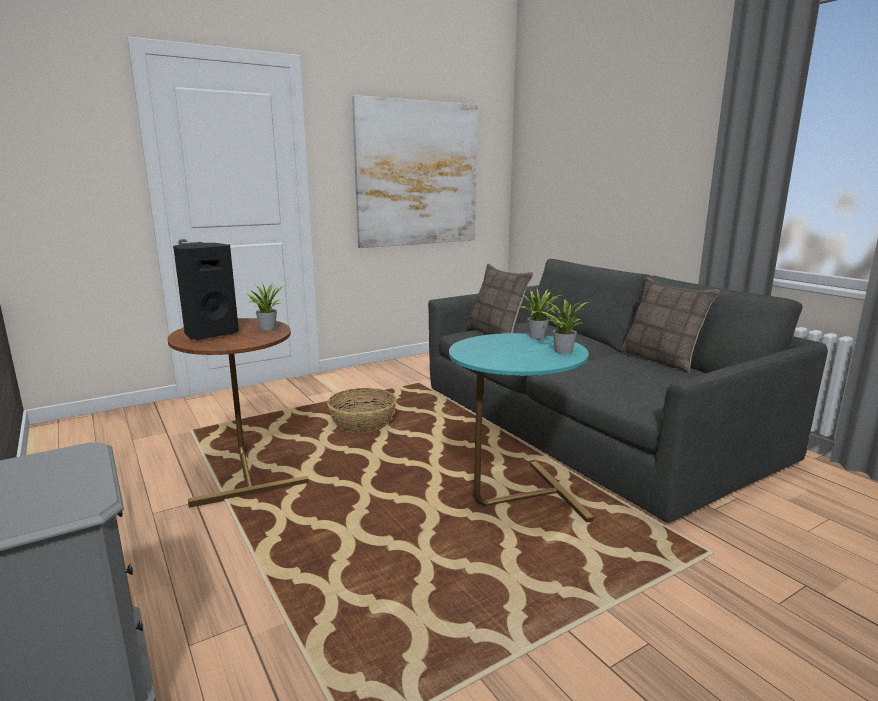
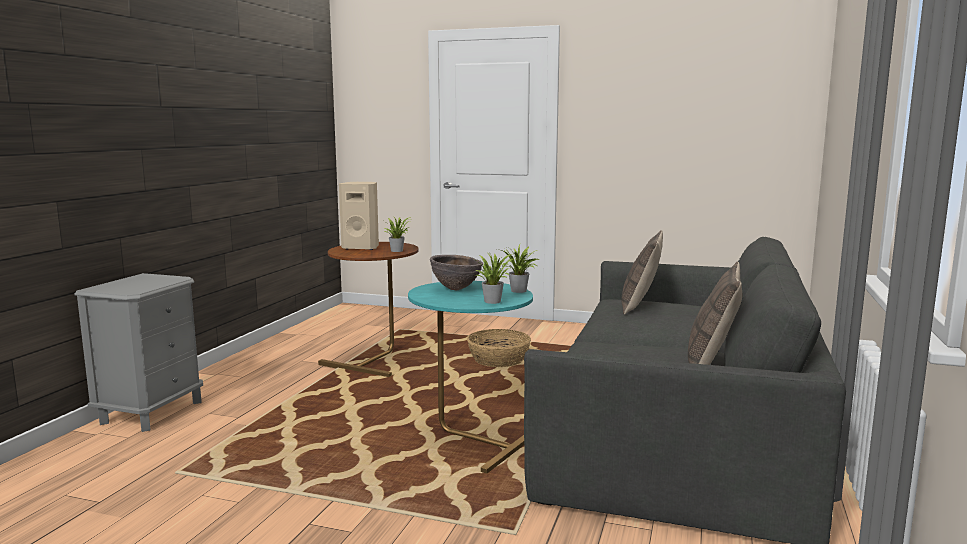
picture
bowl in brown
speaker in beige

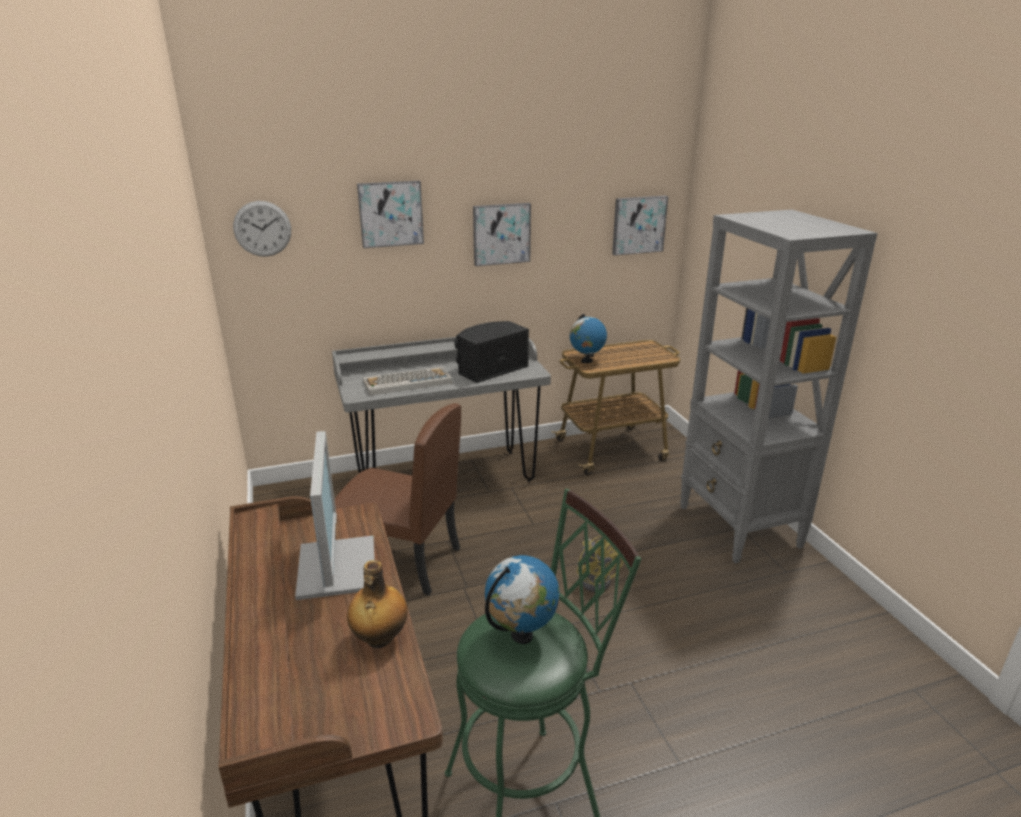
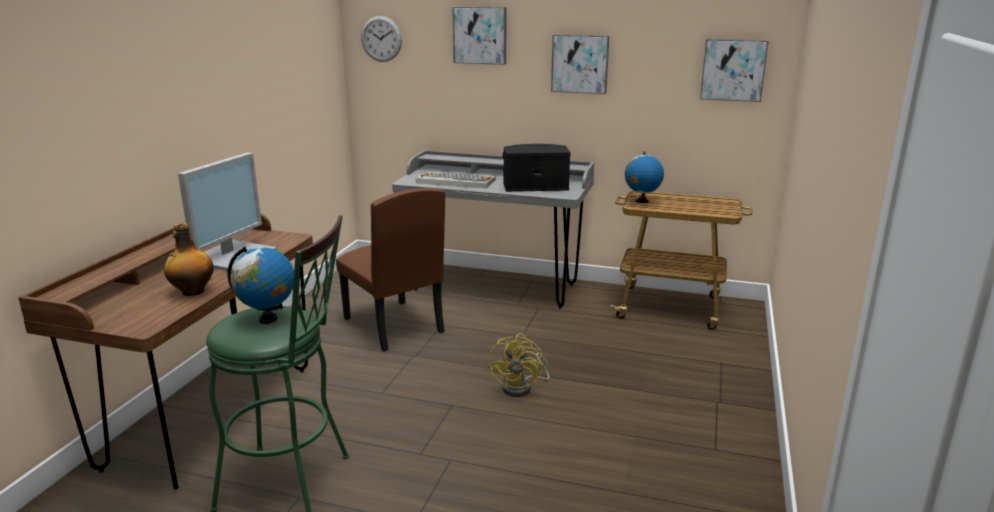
bookcase in grey

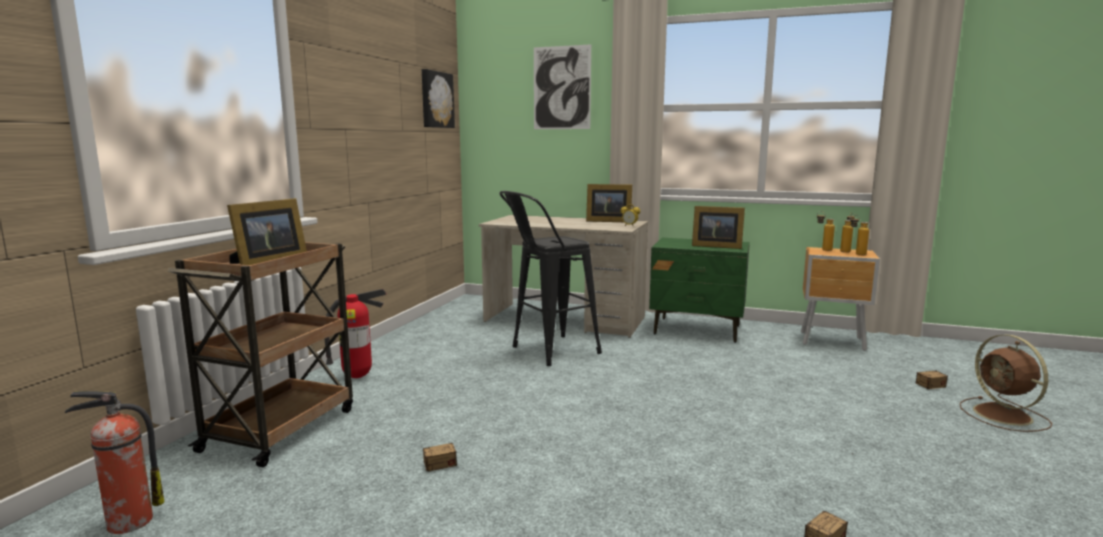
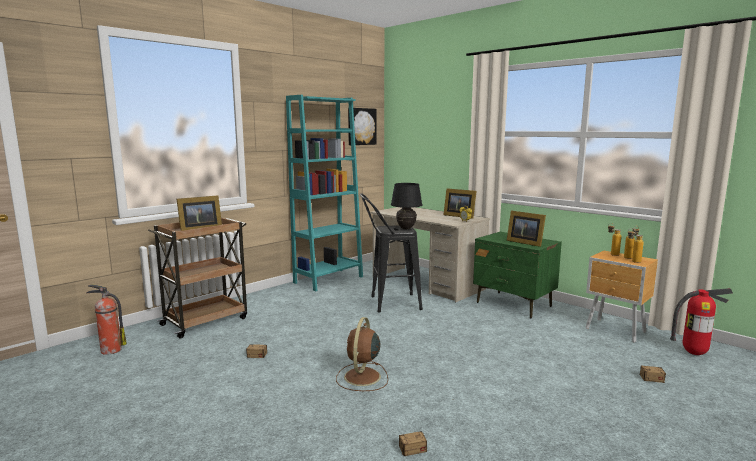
picture (2nd from left in the first image)
bookcase in turquoise
table lamp in black
fire extinguisher (2nd from left)
fan in brown

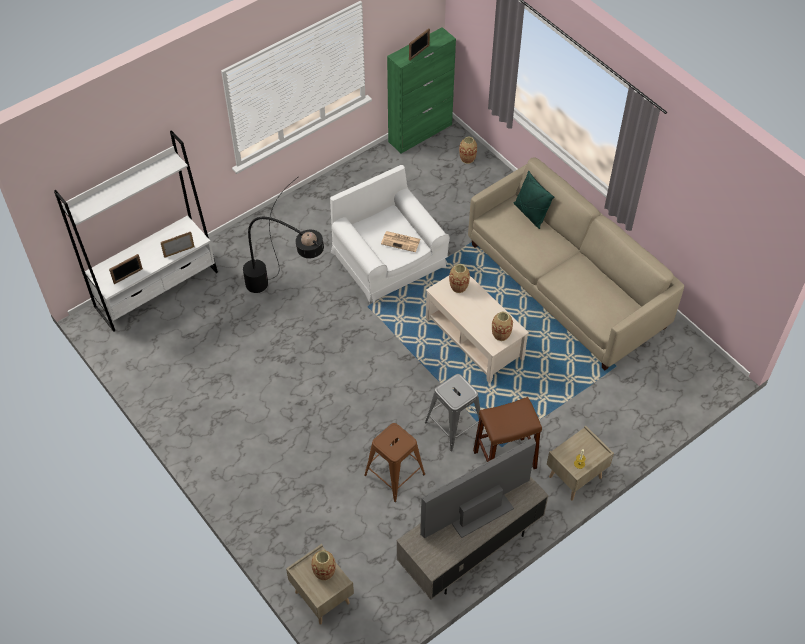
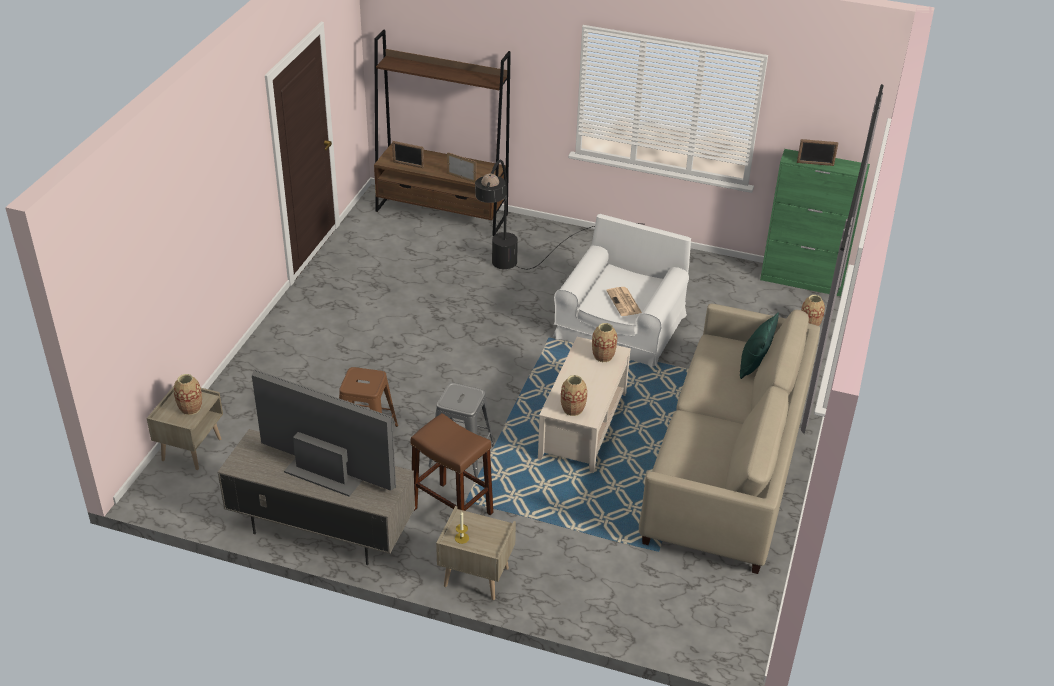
bookcase in brown

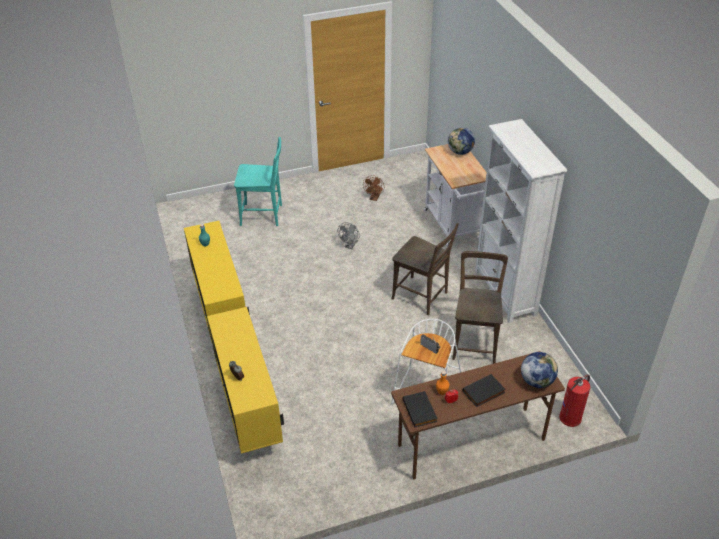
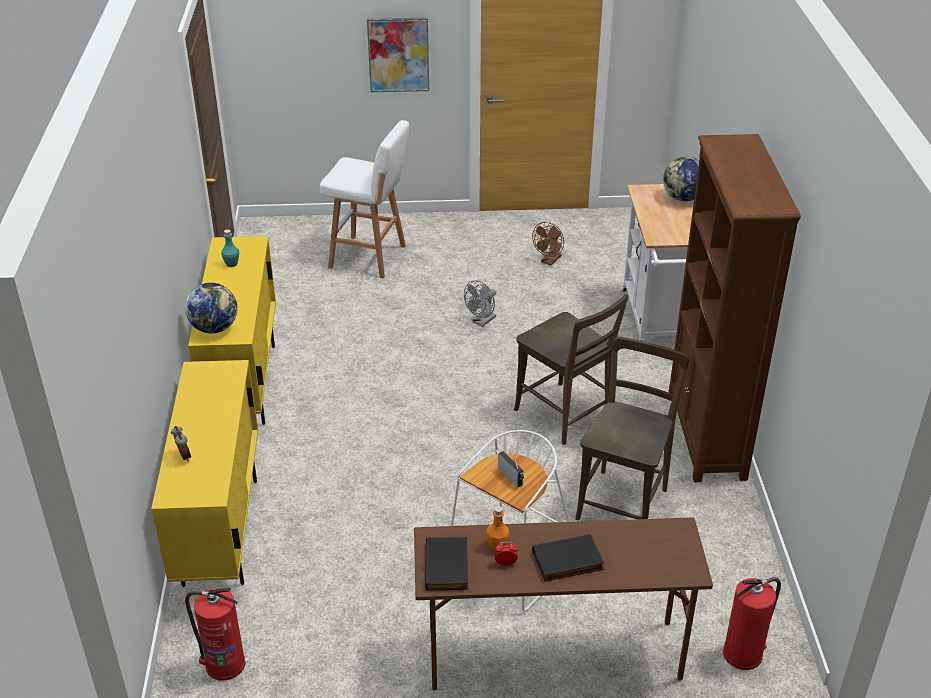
fire extinguisher (1st from left)
picture
globe (1st from left)
stool in white (1st from left)
bookcase in brown

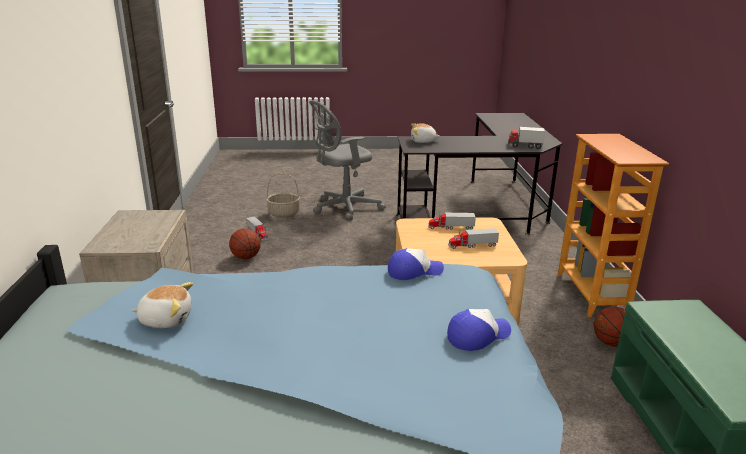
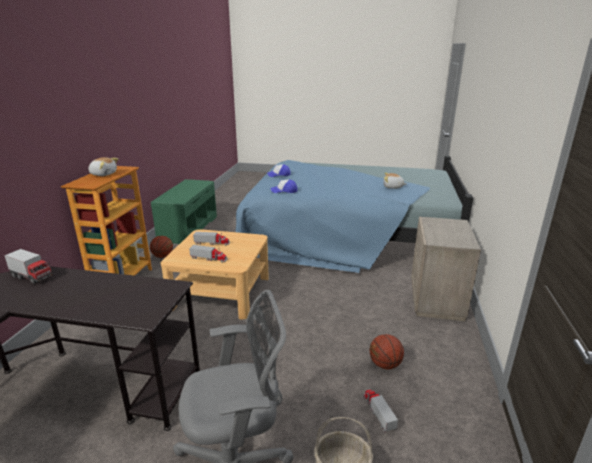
plush toy (1st from left)

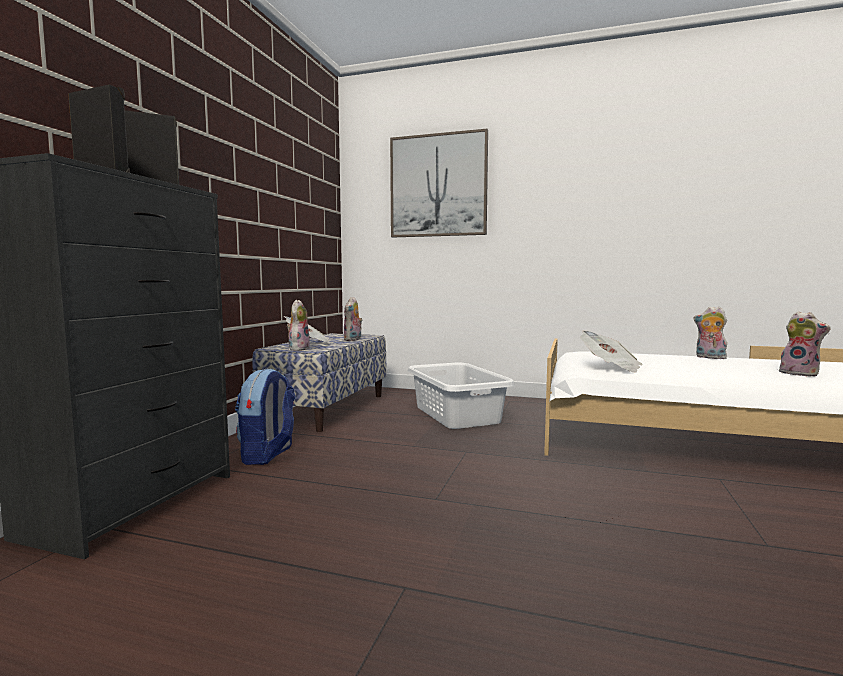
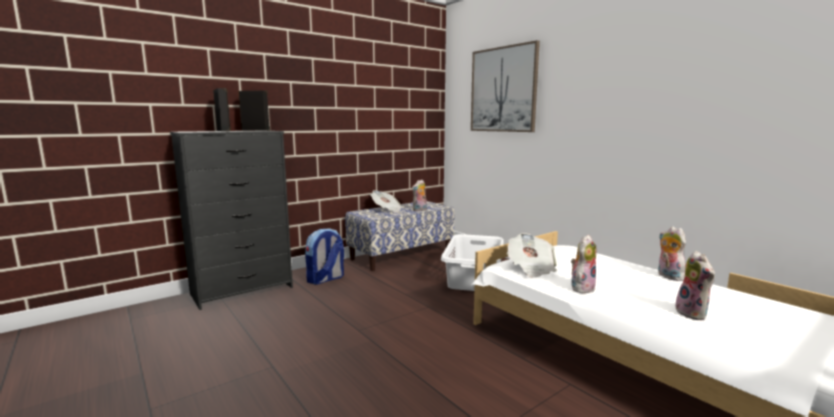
plush toy (2nd from left)

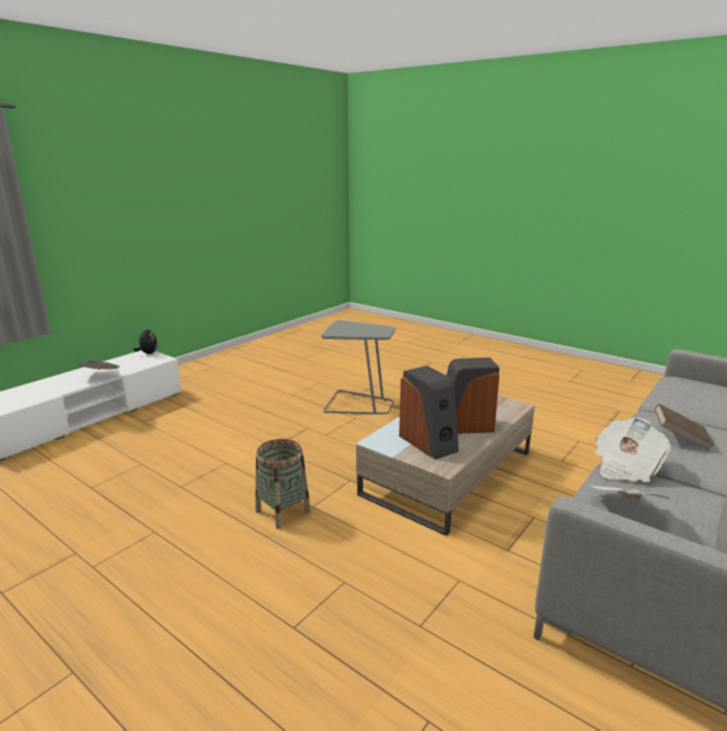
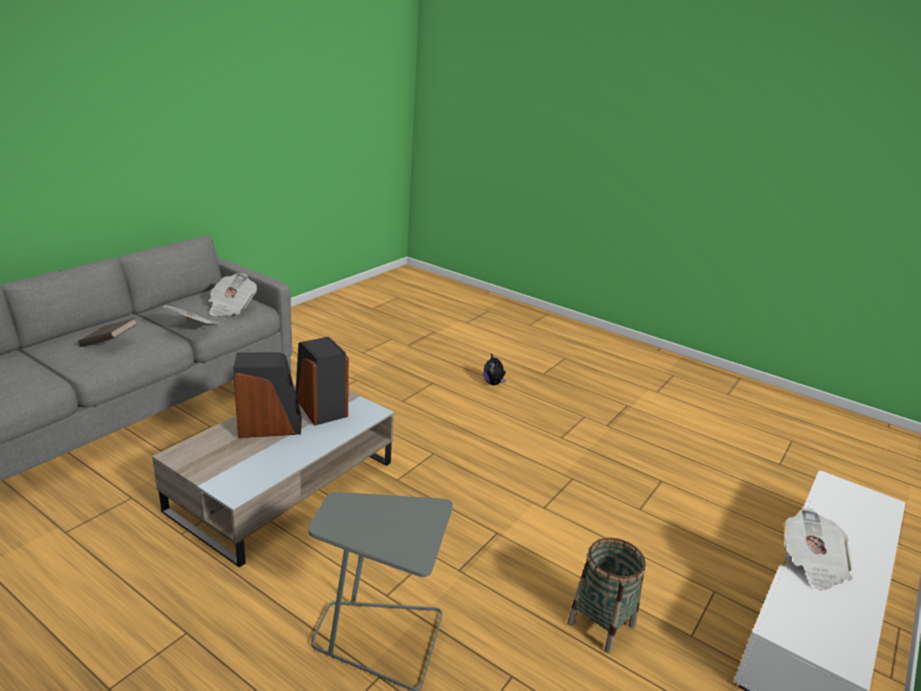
plush toy
basket

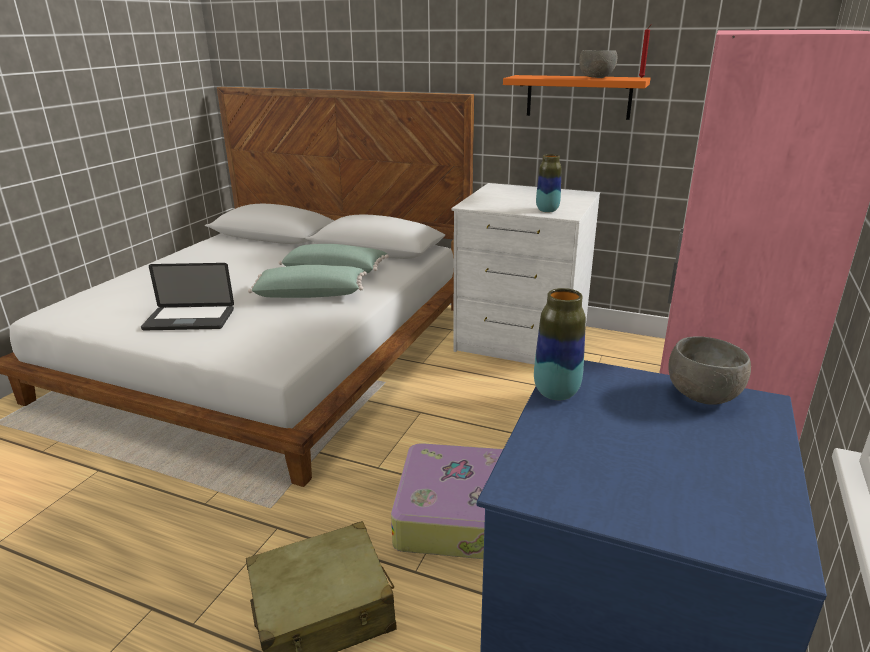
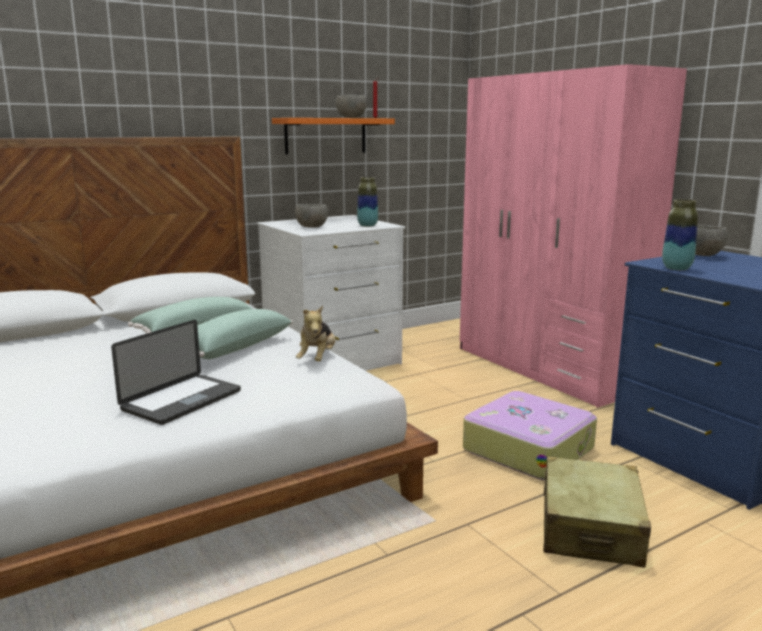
bowl in grey (1st from left)
plush toy

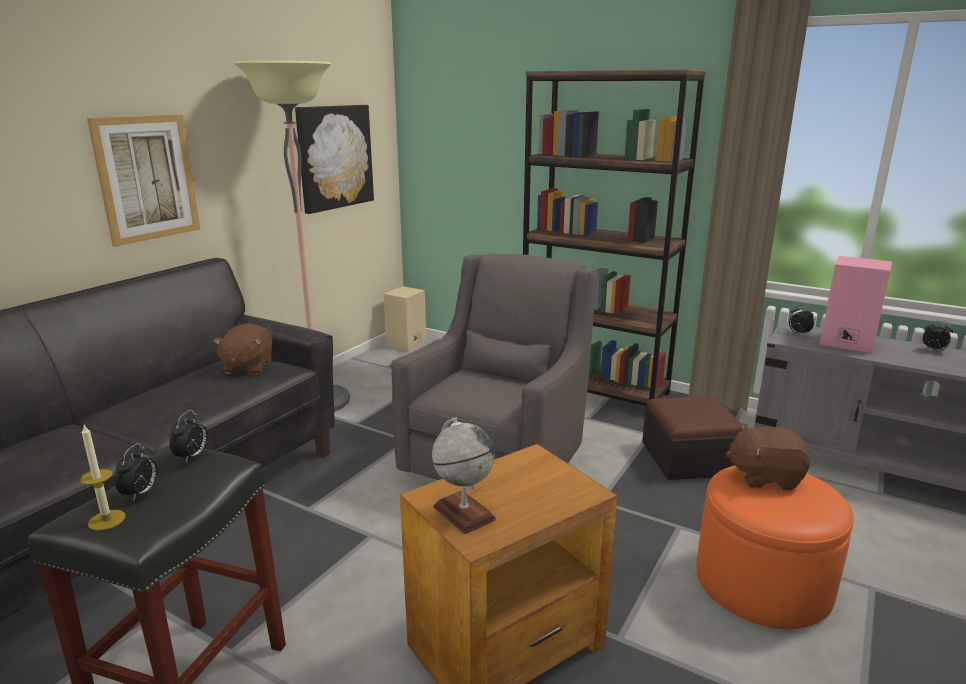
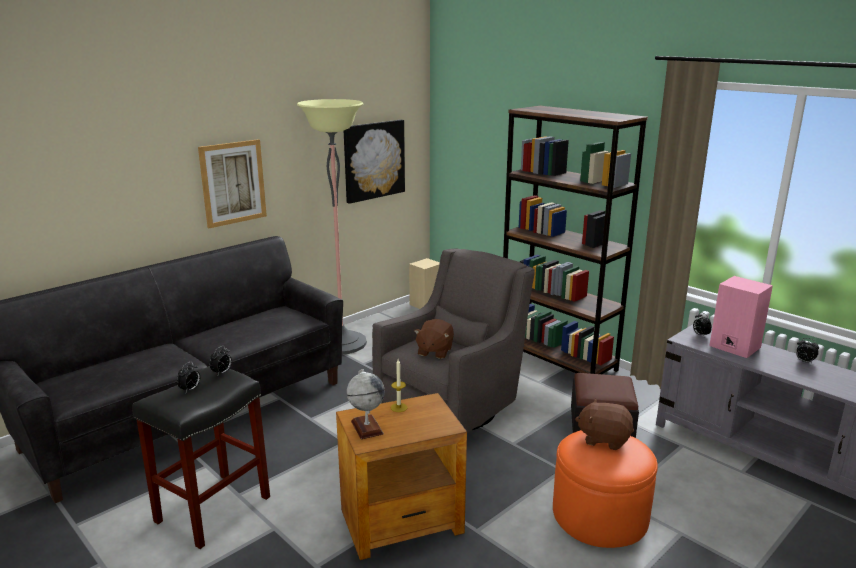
candle
plush toy in brown (1st from left)

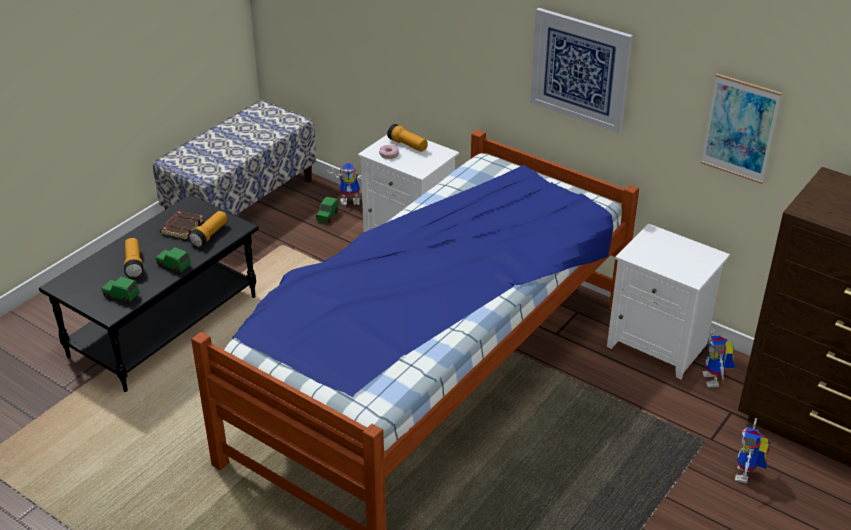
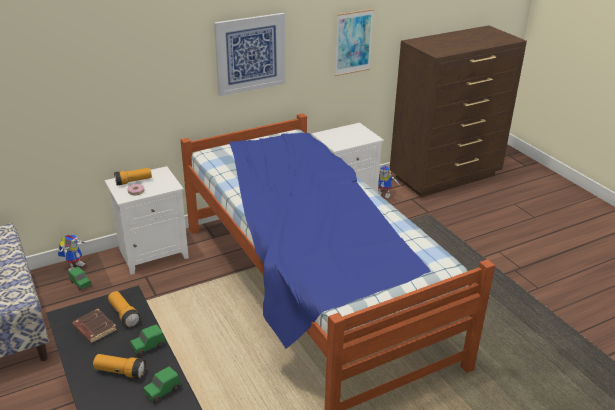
toy robot (3rd from left in the first image)

